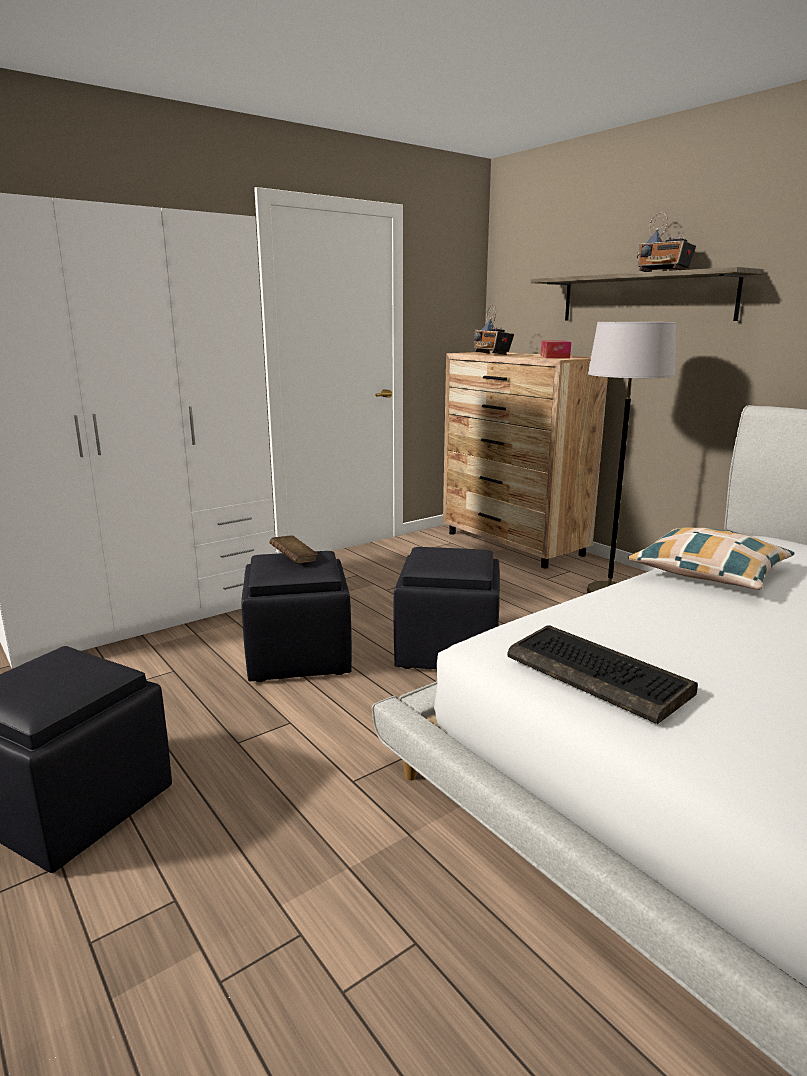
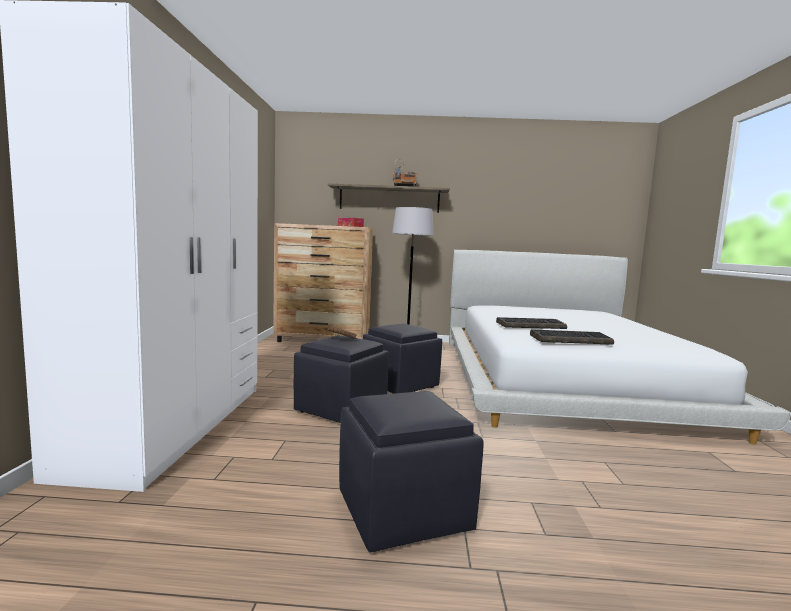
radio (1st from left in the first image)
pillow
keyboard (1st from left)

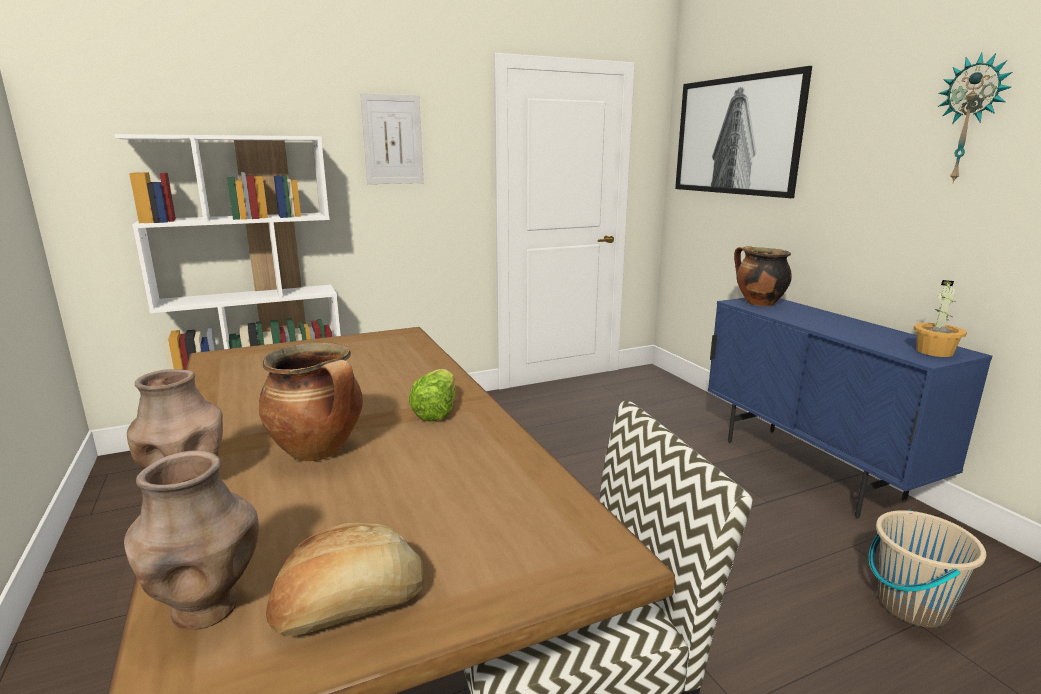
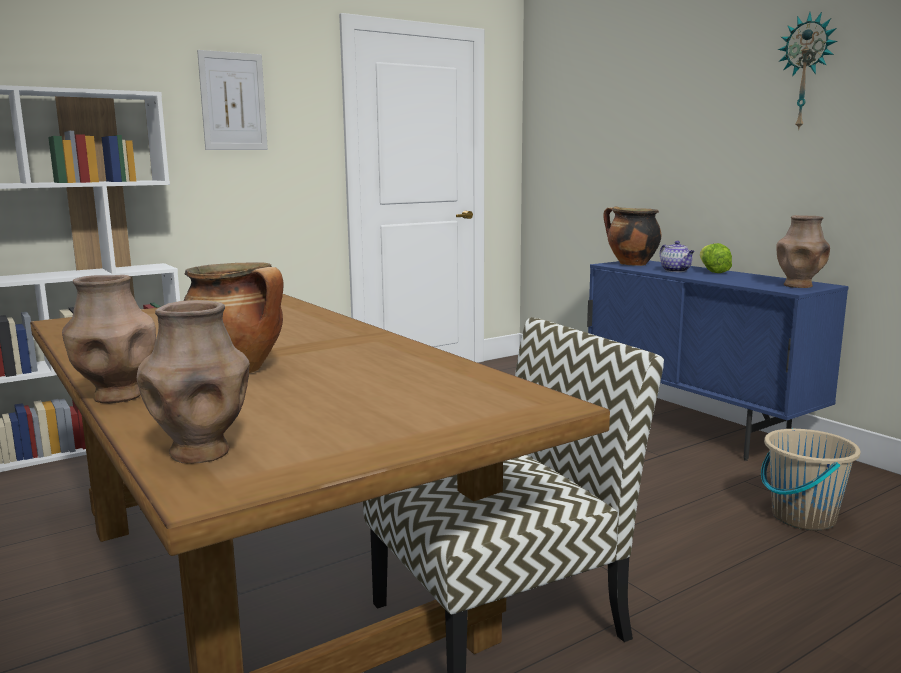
bread
picture (2nd from left in the first image)
teapot
lettuce
vase in brown (3rd from left)

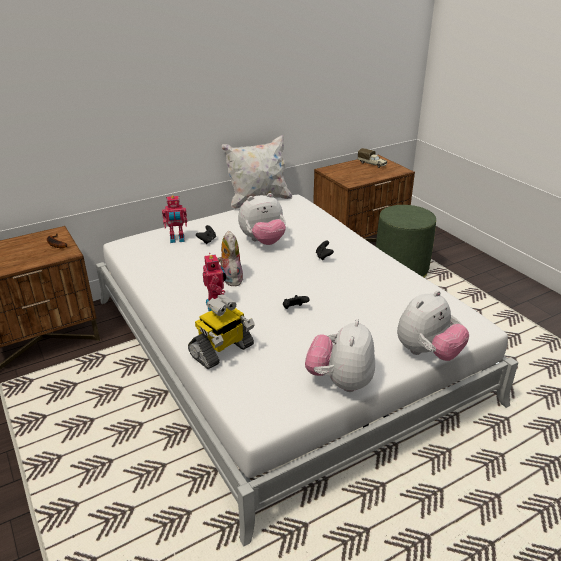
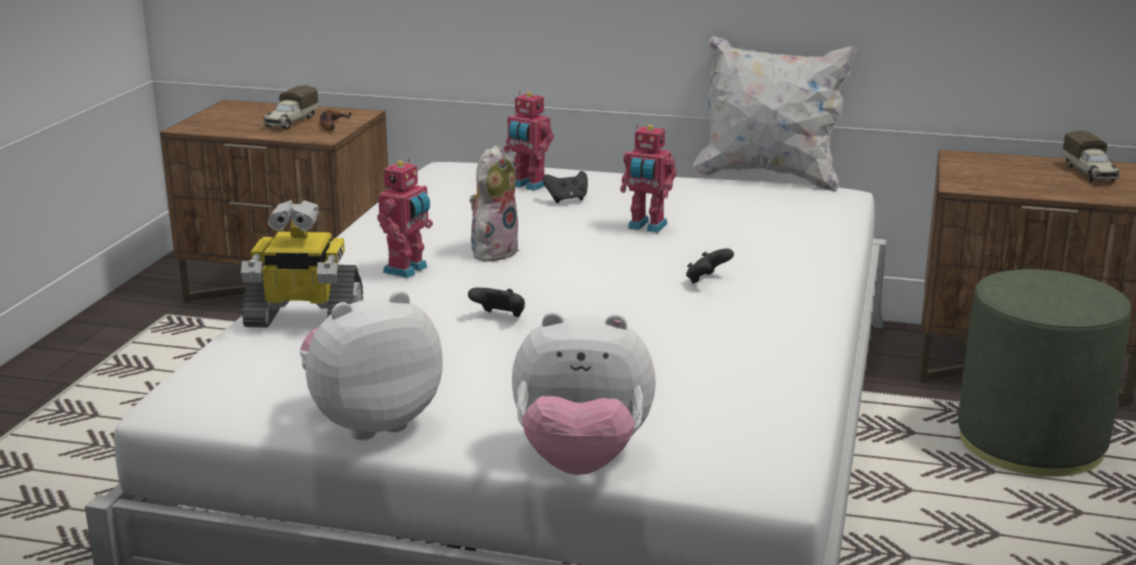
toy truck (1st from left)
toy robot (4th from left)

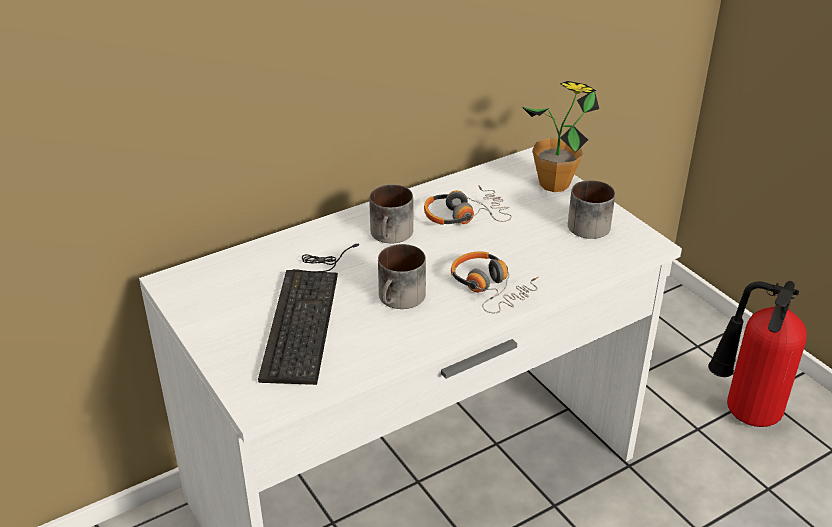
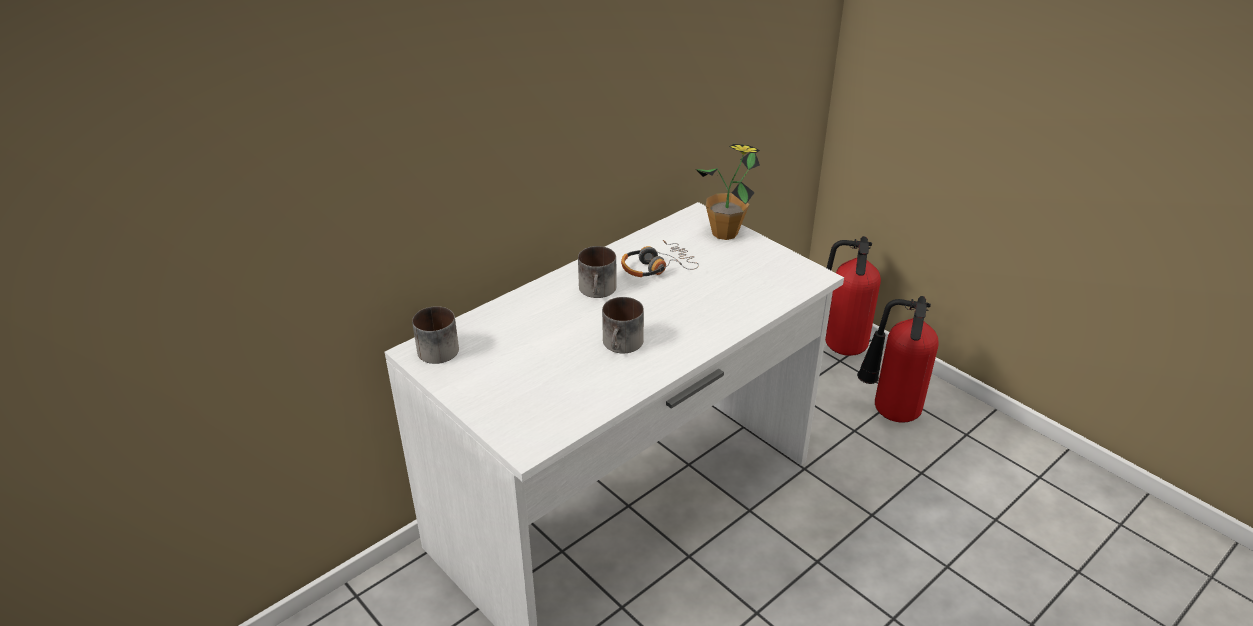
keyboard
headphones (2nd from left in the first image)
fire extinguisher (1st from left)
mug (1st from left)

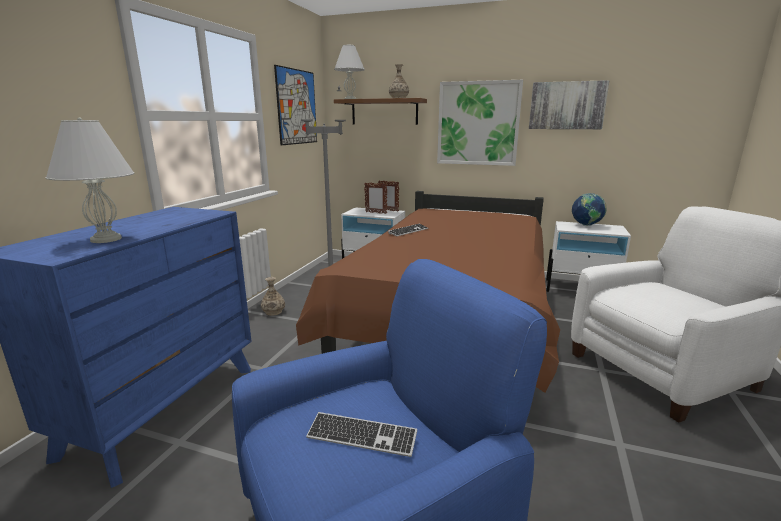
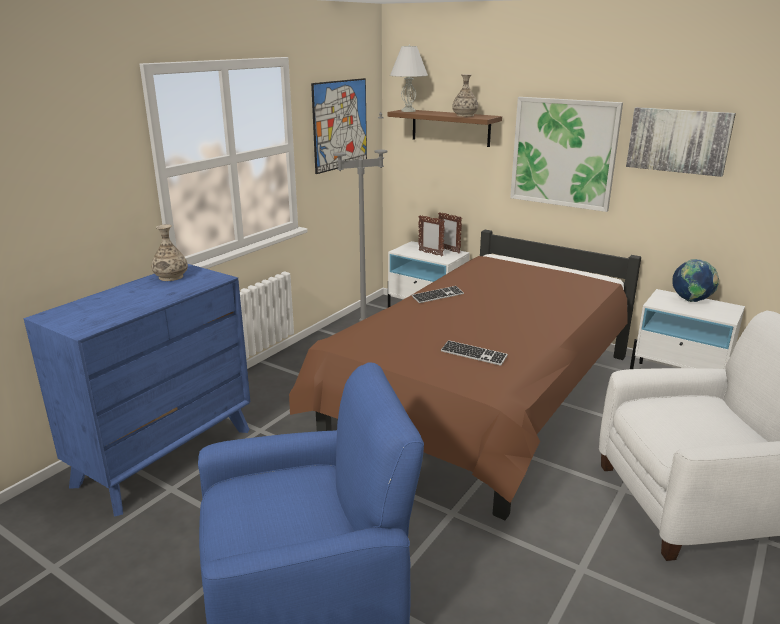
table lamp in white (1st from left in the first image)
vase (1st from left)
keyboard (2nd from left)

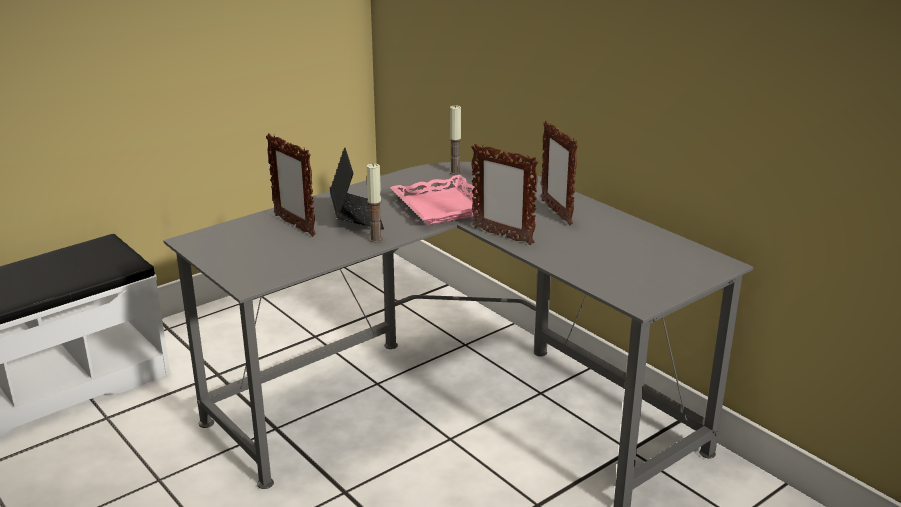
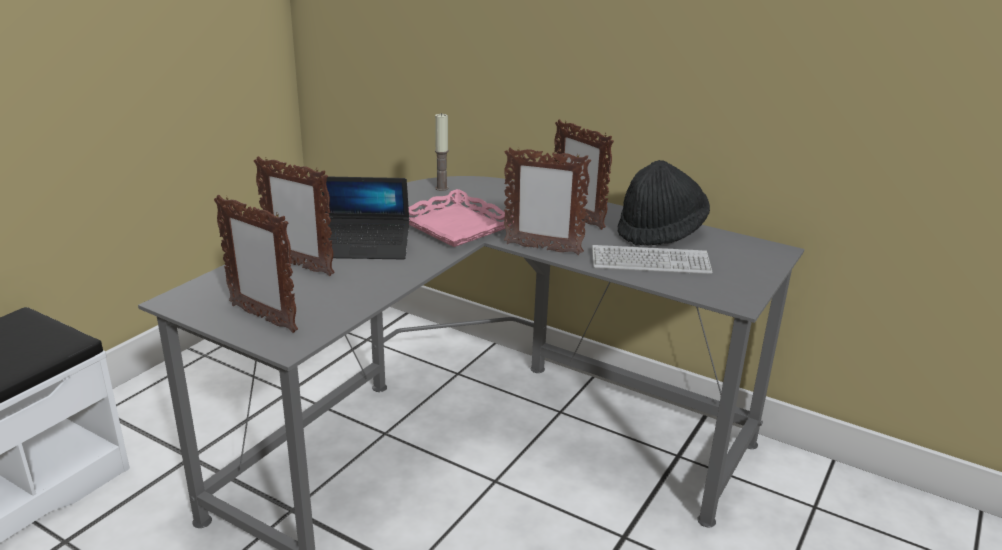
candle (1st from left in the first image)
picture frame (1st from left)
keyboard
hat in black
laptop

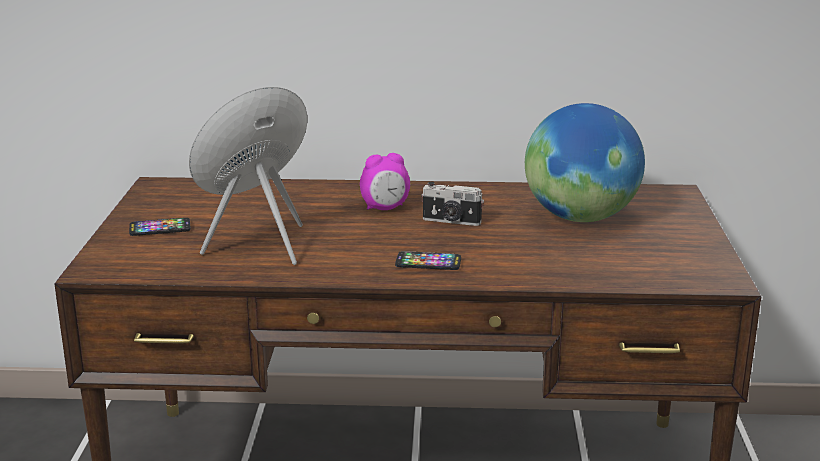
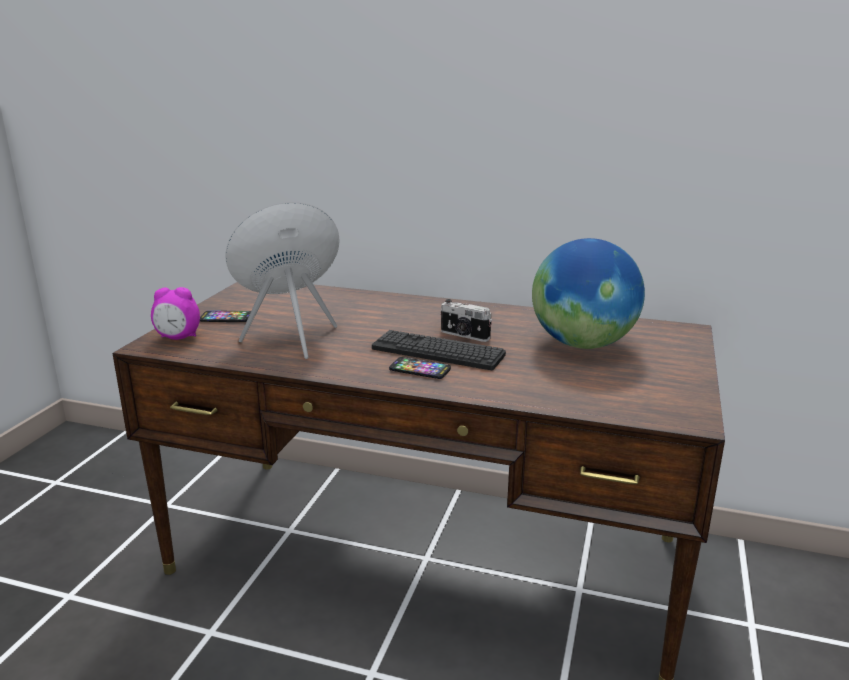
keyboard
alarm clock

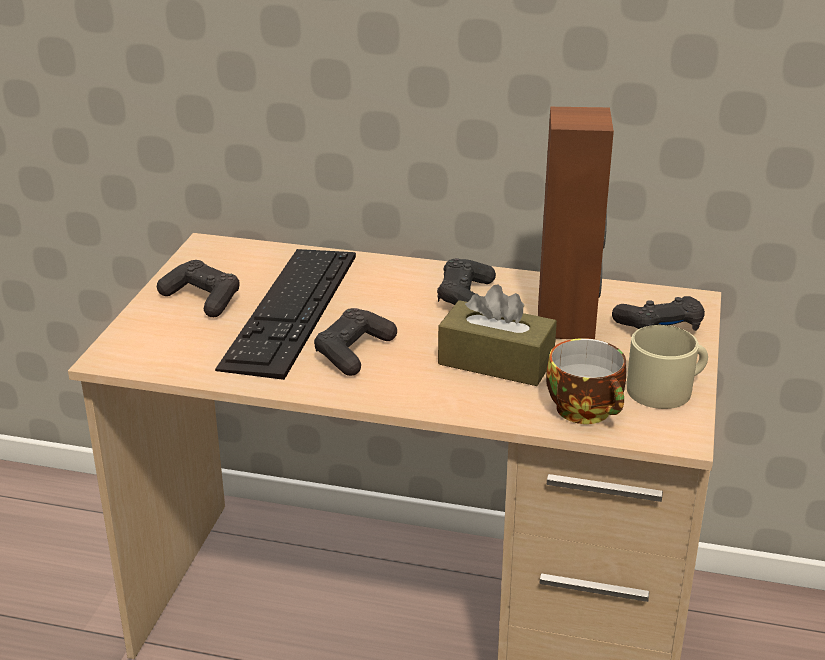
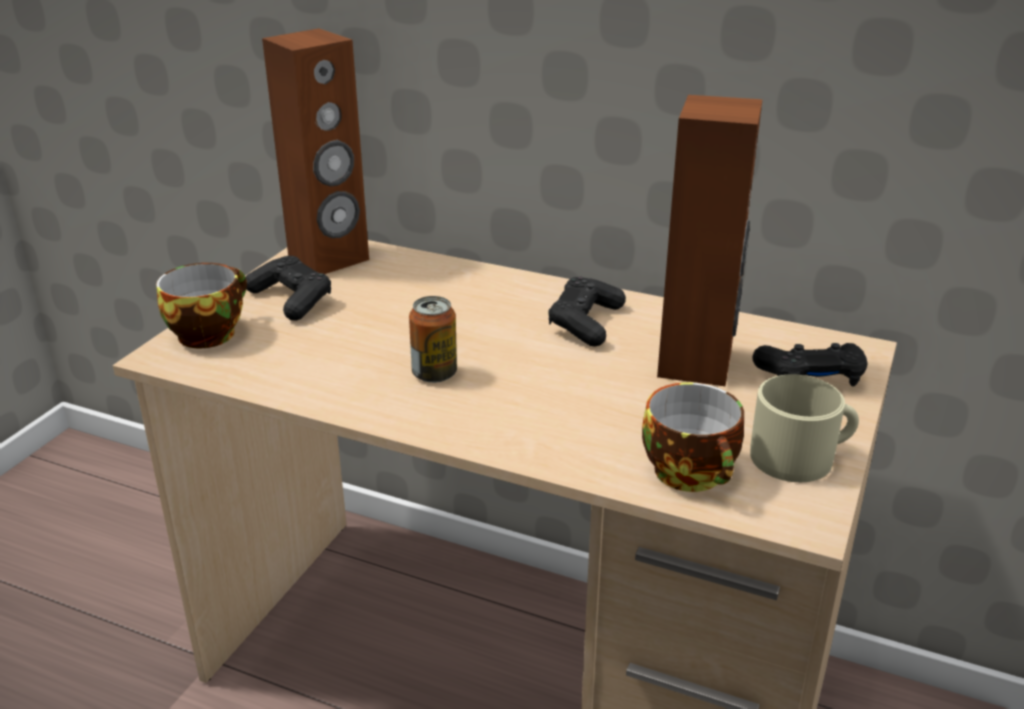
keyboard
tissue box in brown
cup (1st from left)
speaker in brown (1st from left)
can

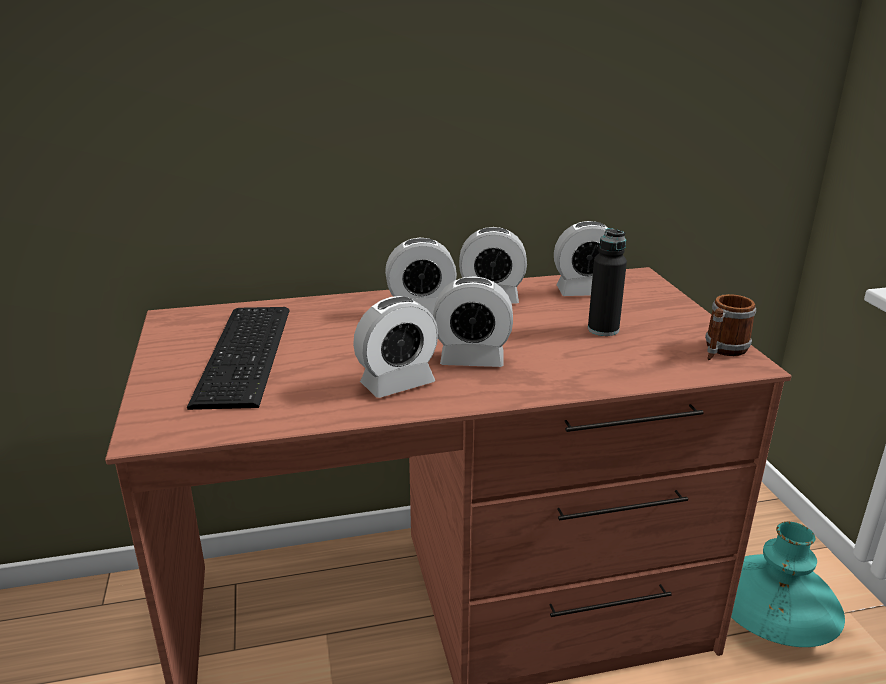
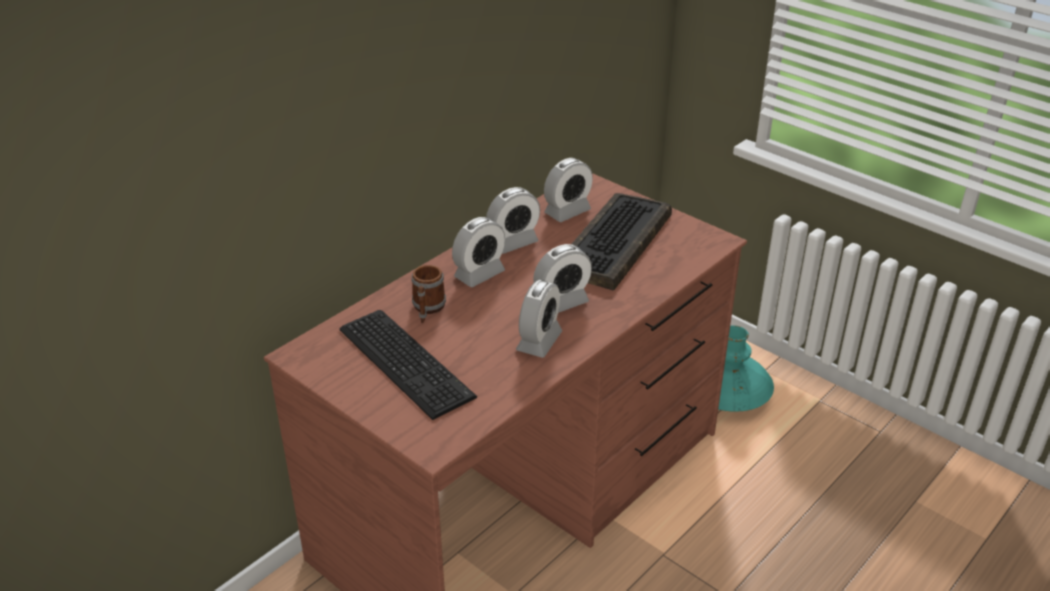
mug
keyboard (2nd from left)

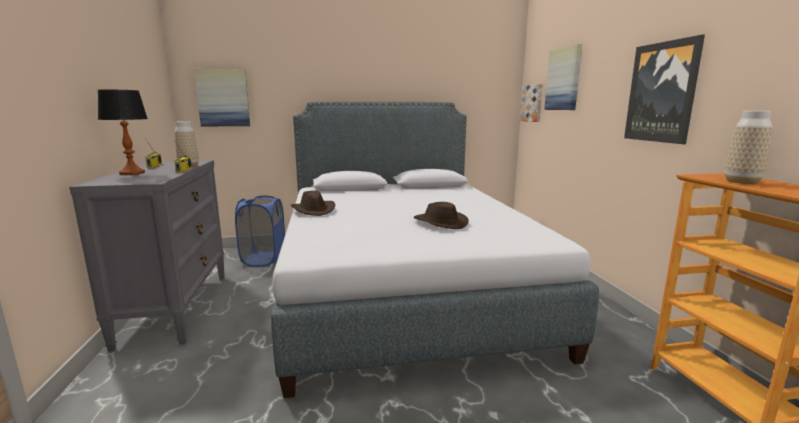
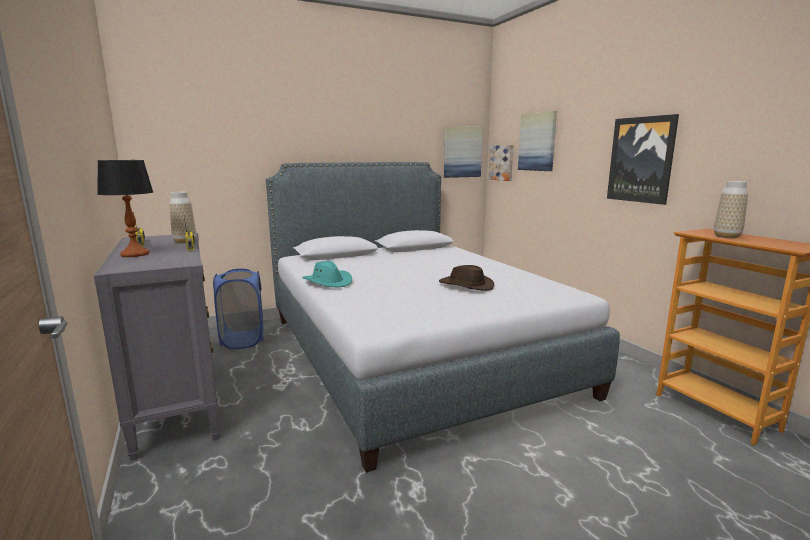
picture (1st from left)
hat in turquoise

